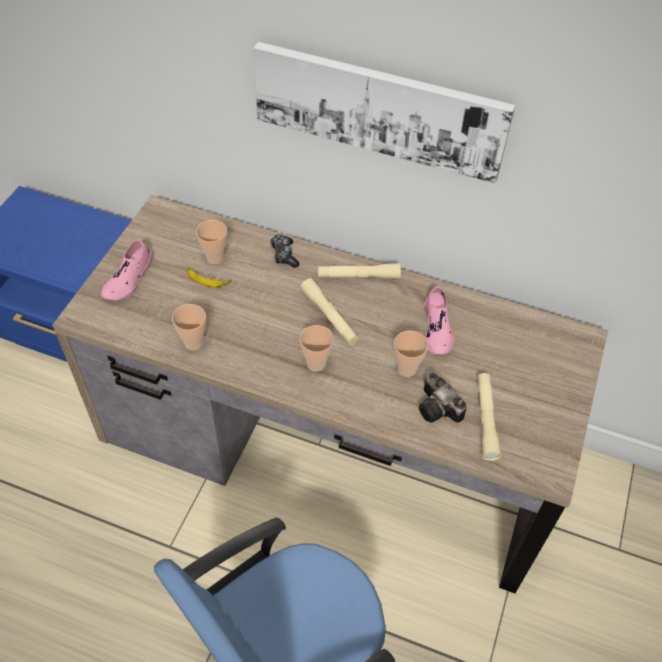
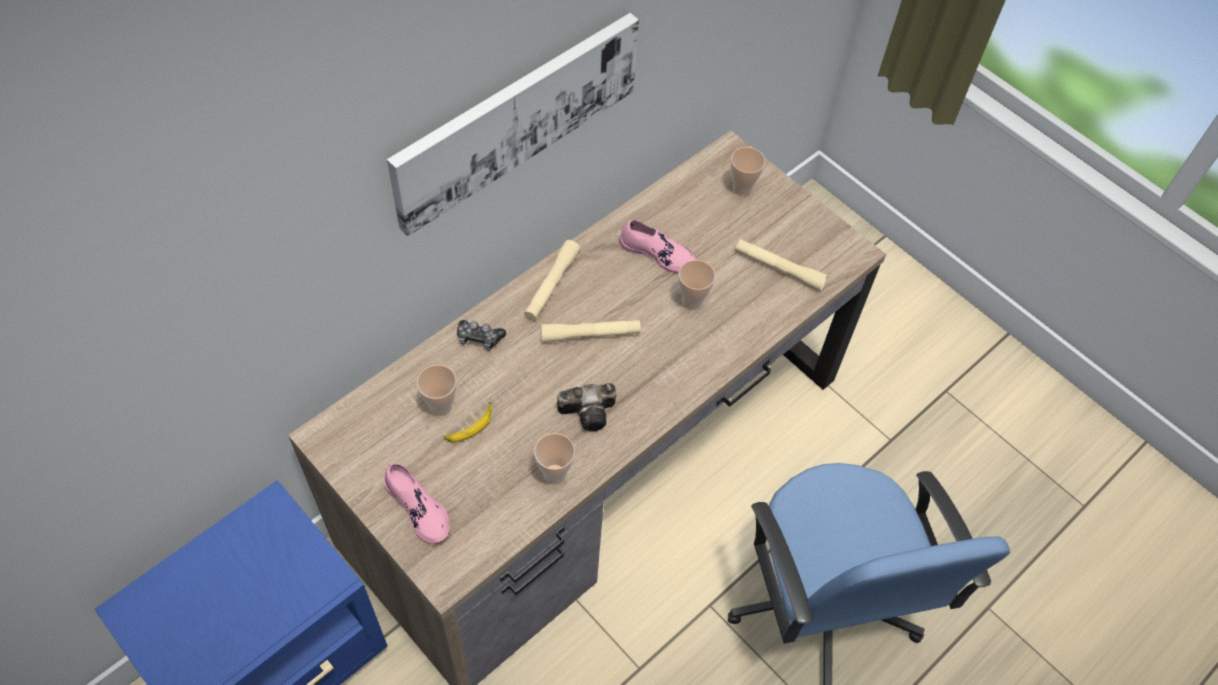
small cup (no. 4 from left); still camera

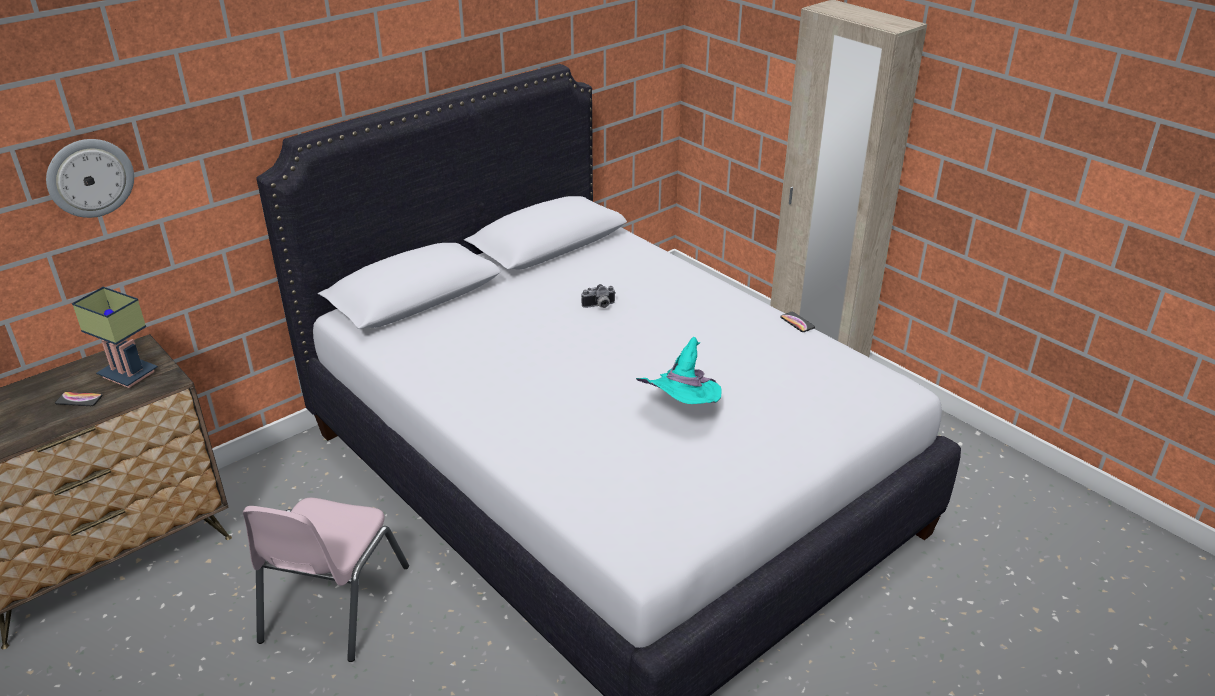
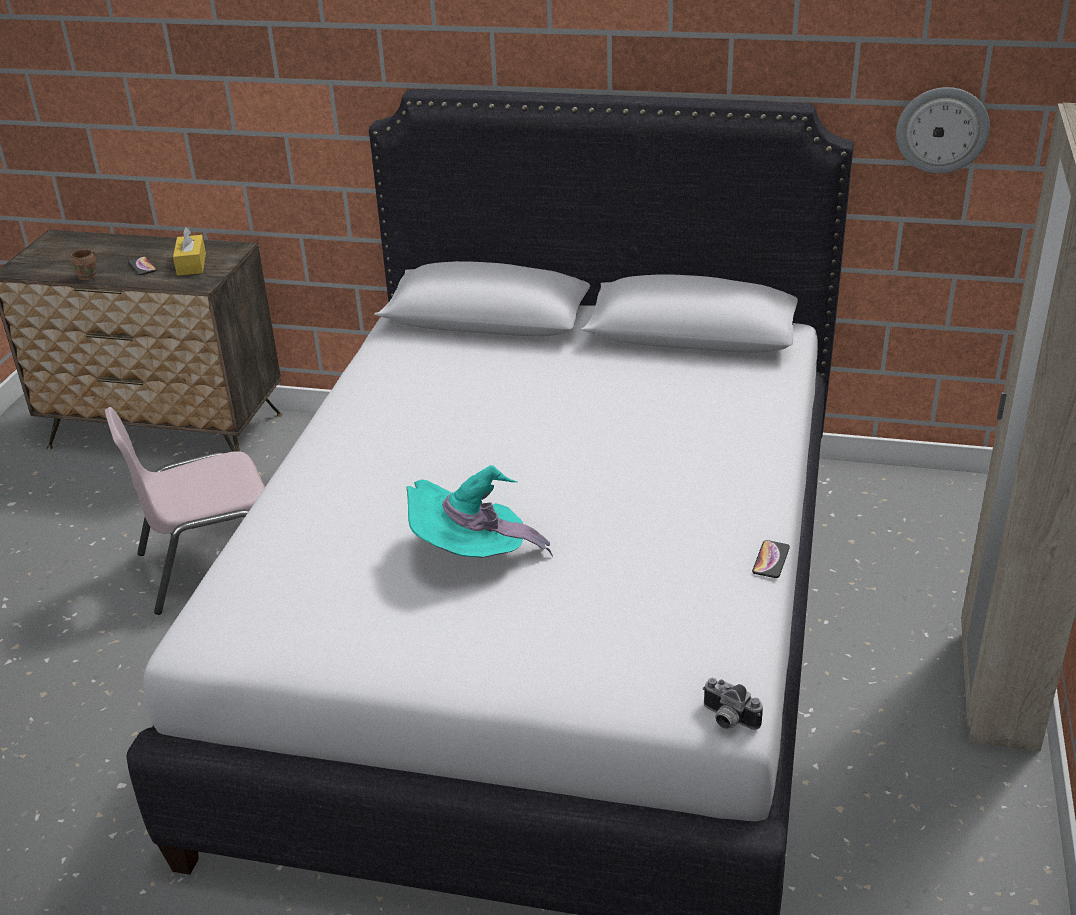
wall clock; tissue holder/yellow-coloured; still camera; mug/brown-coloured

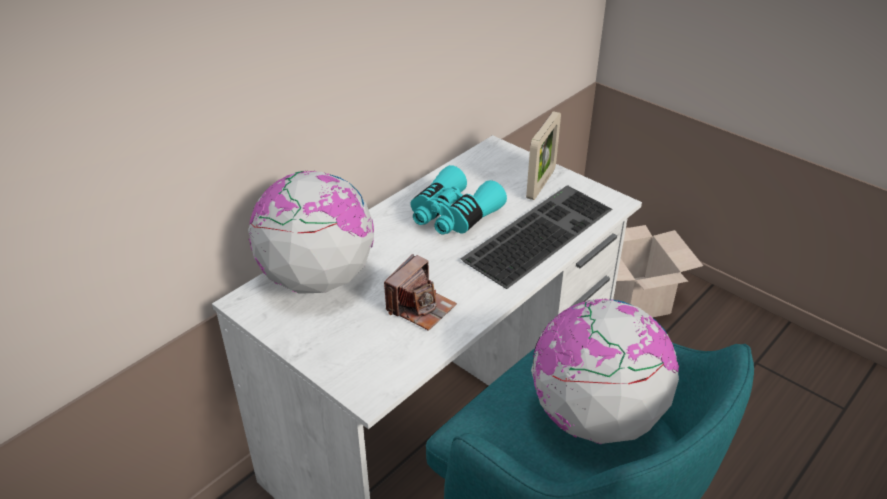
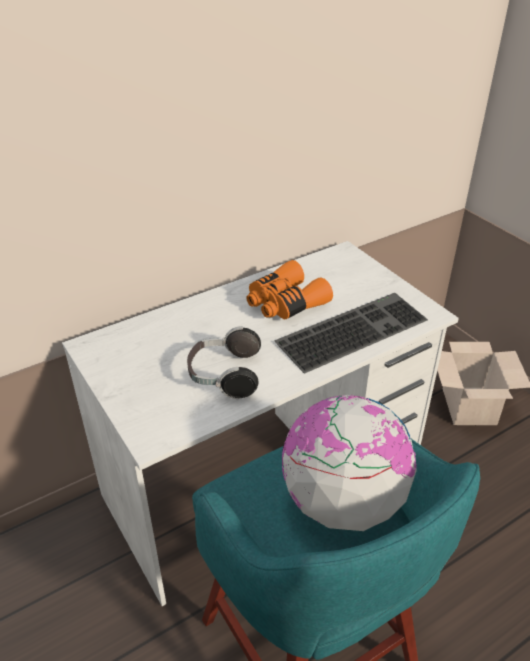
globe (no. 1 from left in the first image); headset; field glasses/orange; picture frame

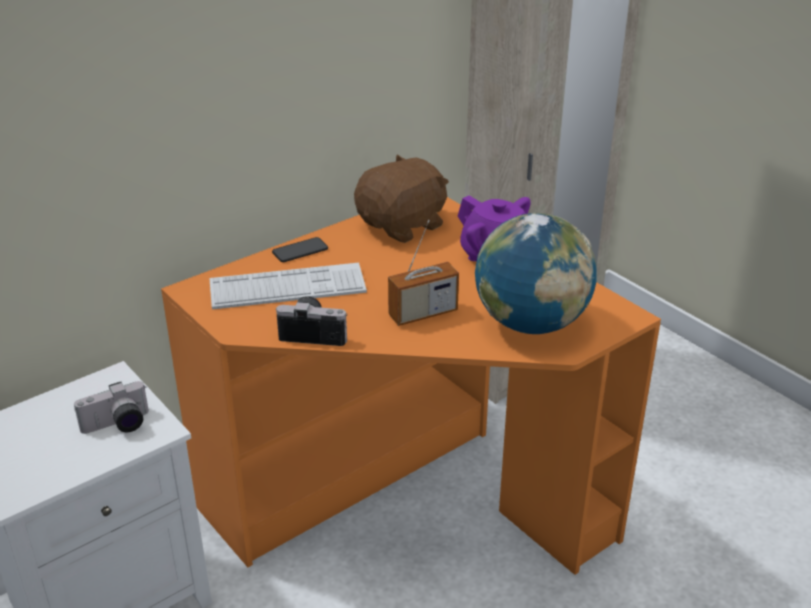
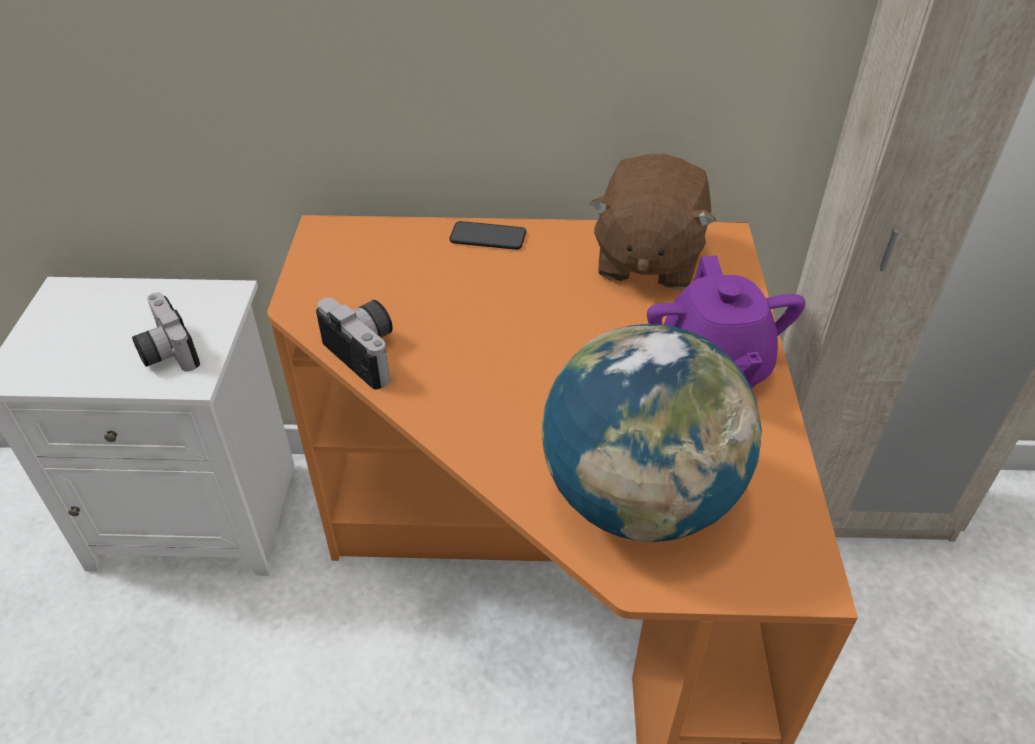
still camera (no. 1 from left); keyboard; cuddly toy/brown-coloured; radio receiver

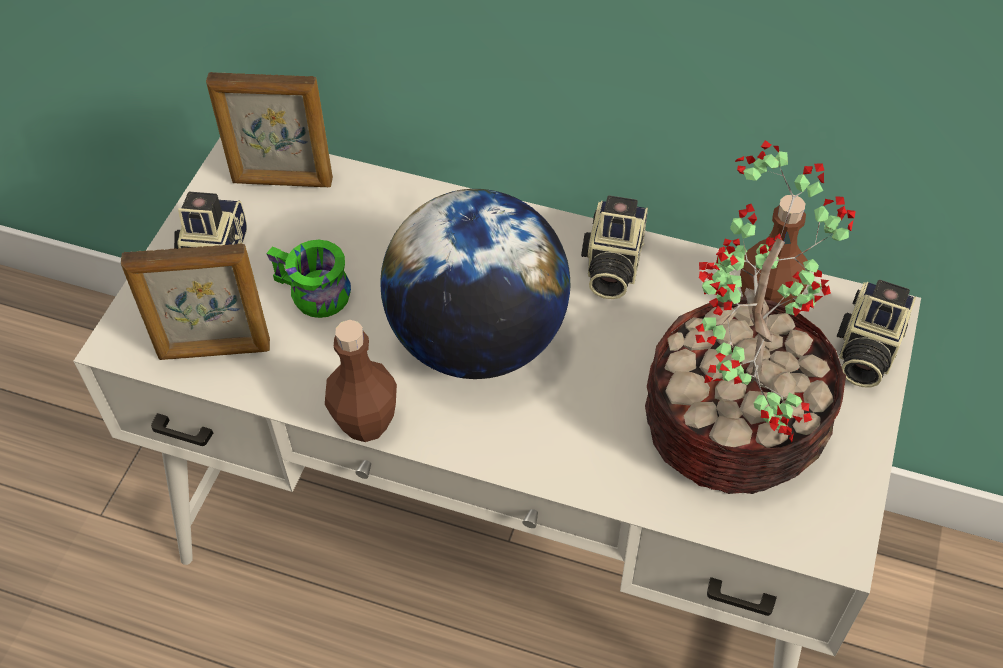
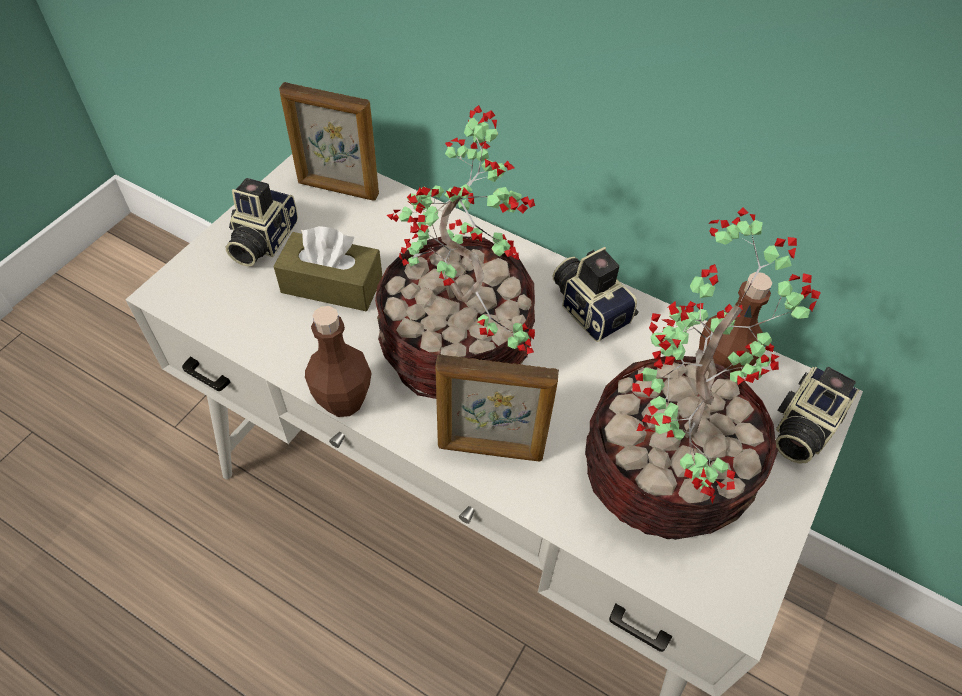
picture frame (no. 2 from left); tissue holder/brown-coloured; potted plant (no. 1 from left); still camera (no. 2 from left)

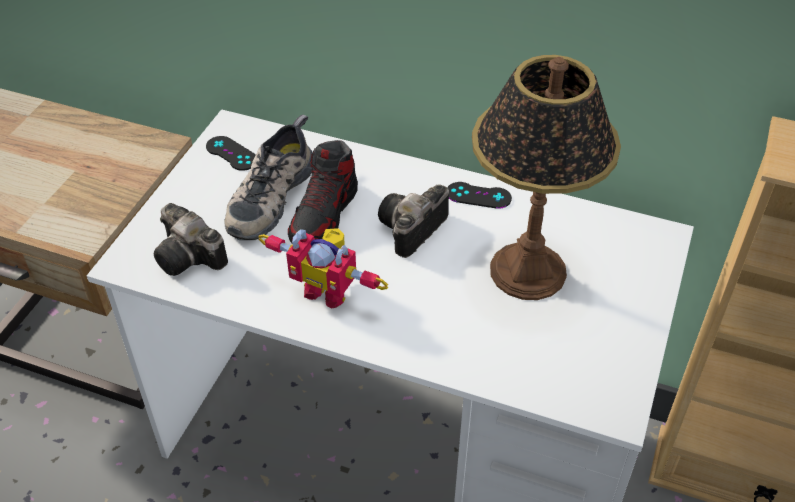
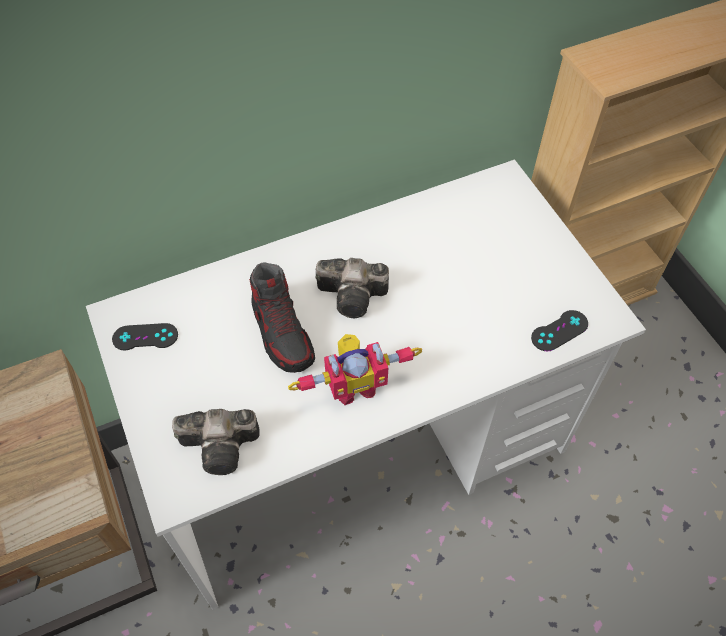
low shoe (no. 1 from left in the first image); still camera (no. 2 from left); joypad/black-coloured (no. 2 from left); table lamp

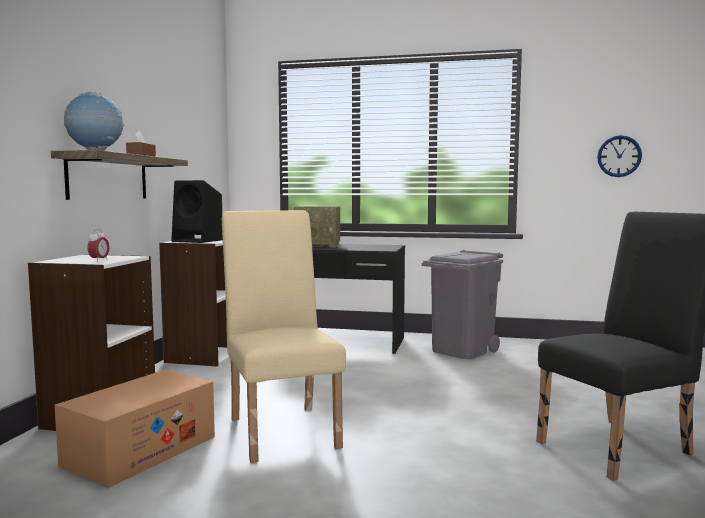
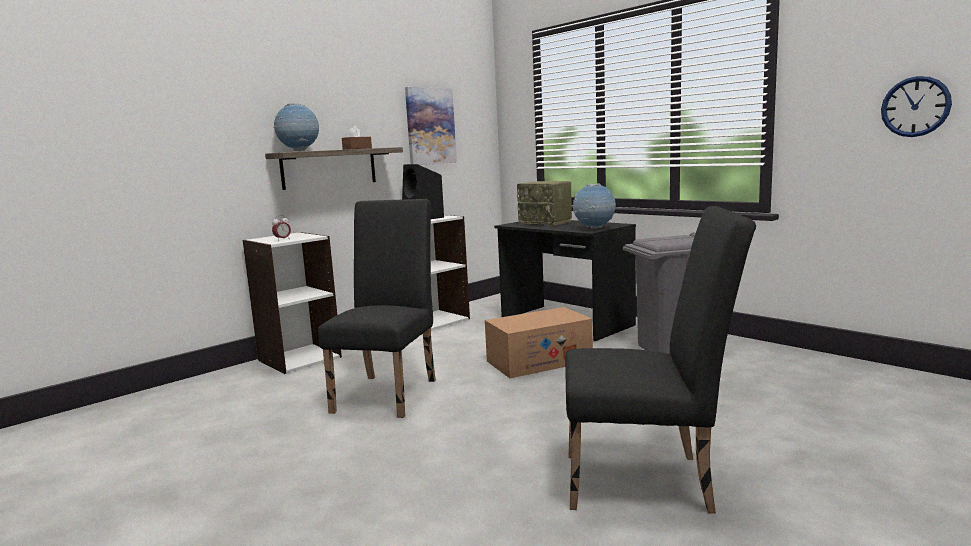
carton; chair/black-coloured (no. 1 from left); wall picture; globe (no. 2 from left)

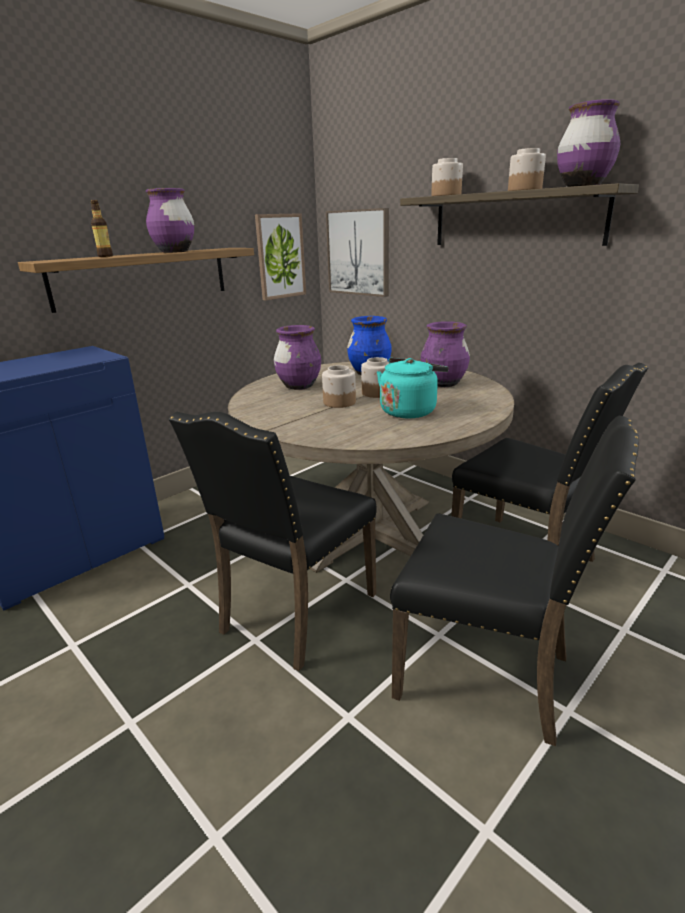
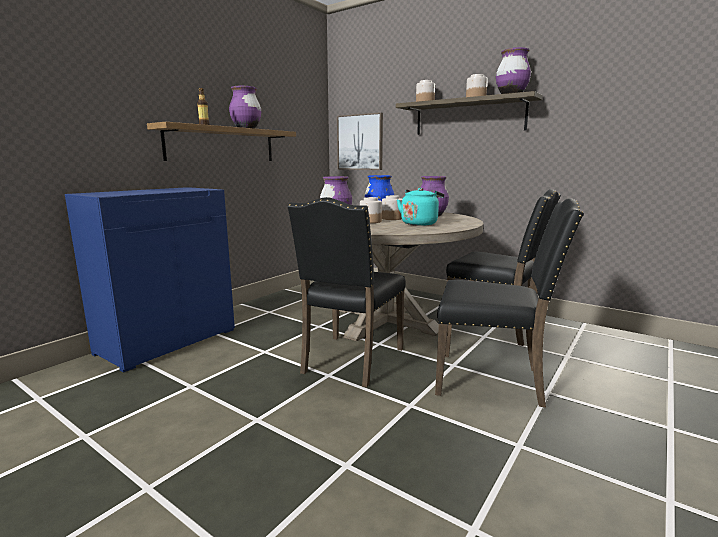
wall picture (no. 1 from left in the first image)

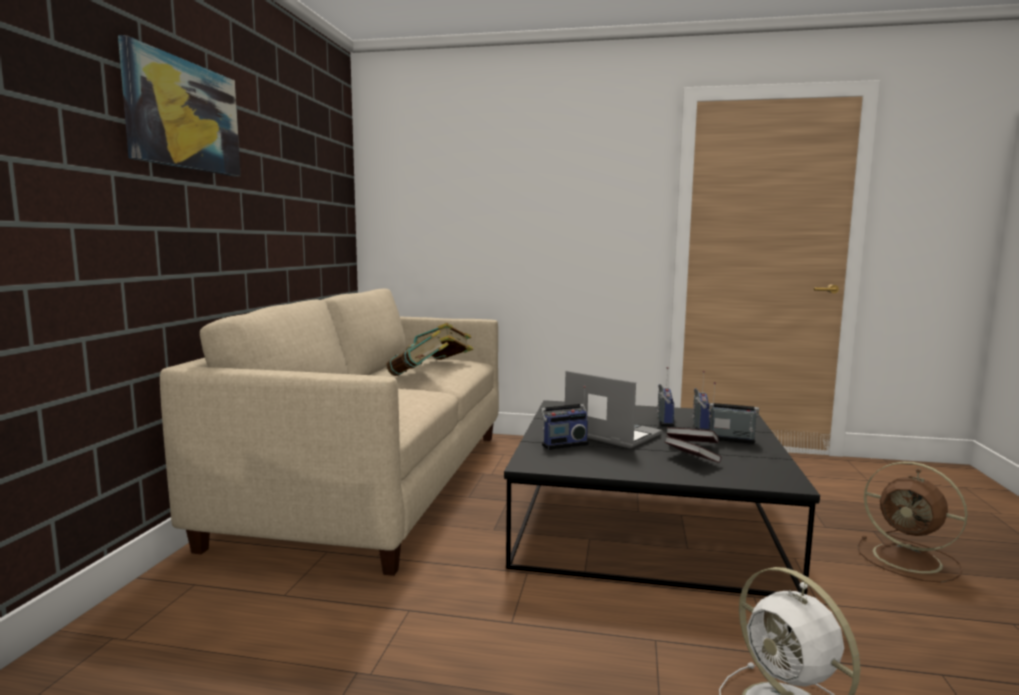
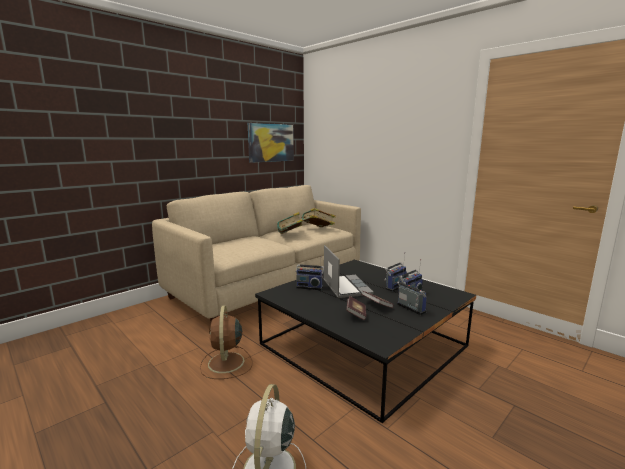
wall picture; electric fan/brown-coloured

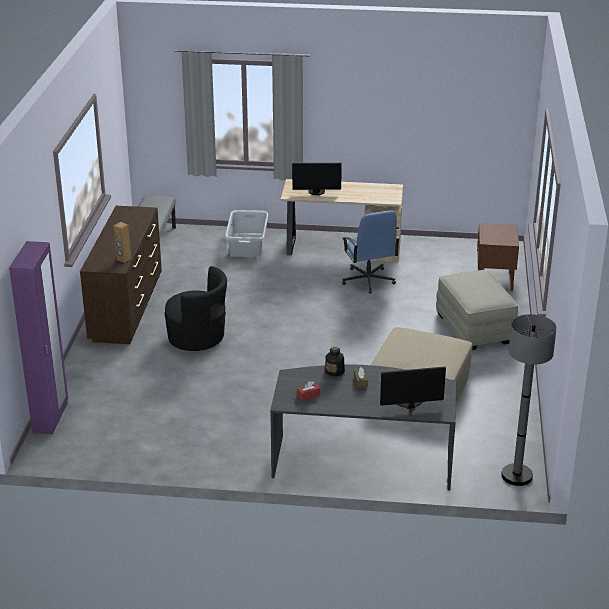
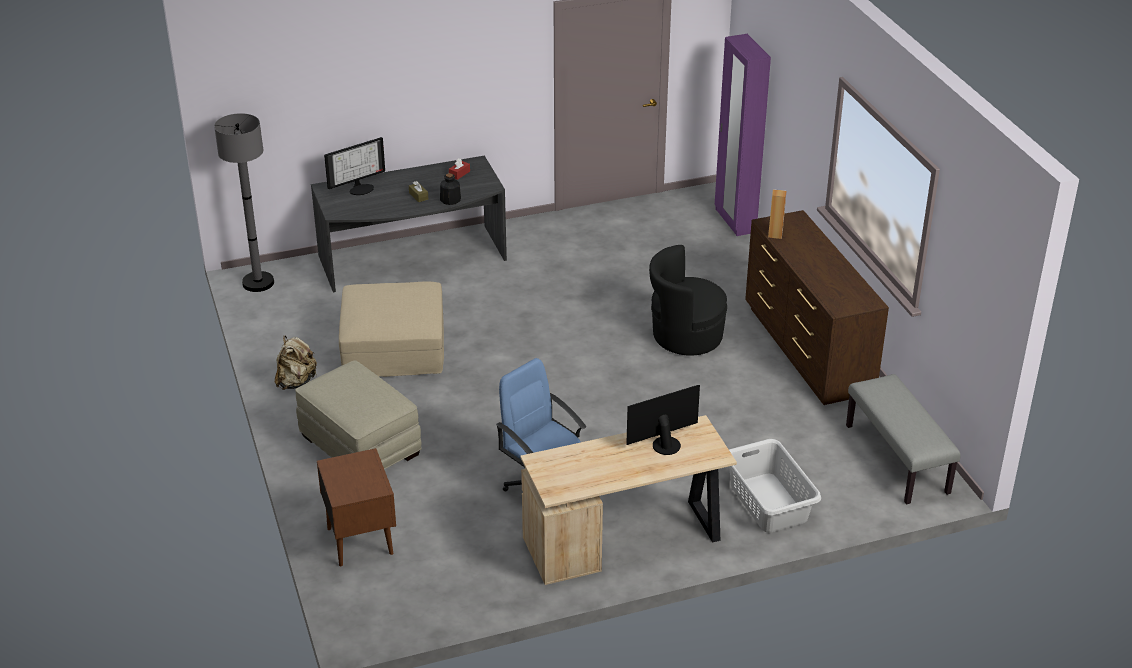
knapsack/beige-coloured

